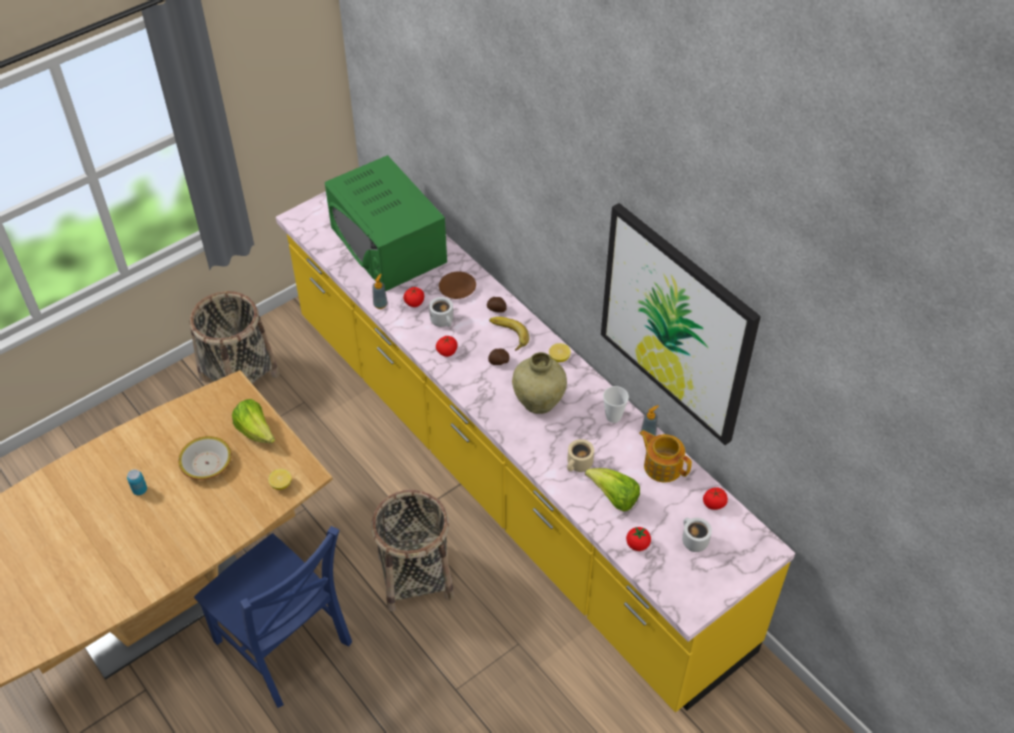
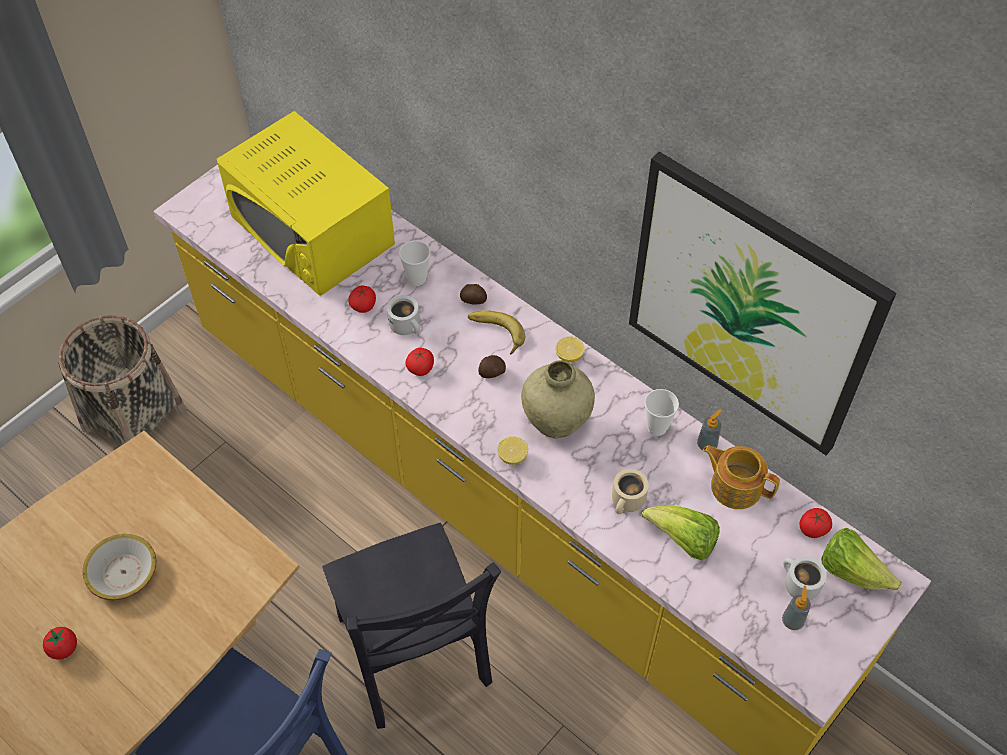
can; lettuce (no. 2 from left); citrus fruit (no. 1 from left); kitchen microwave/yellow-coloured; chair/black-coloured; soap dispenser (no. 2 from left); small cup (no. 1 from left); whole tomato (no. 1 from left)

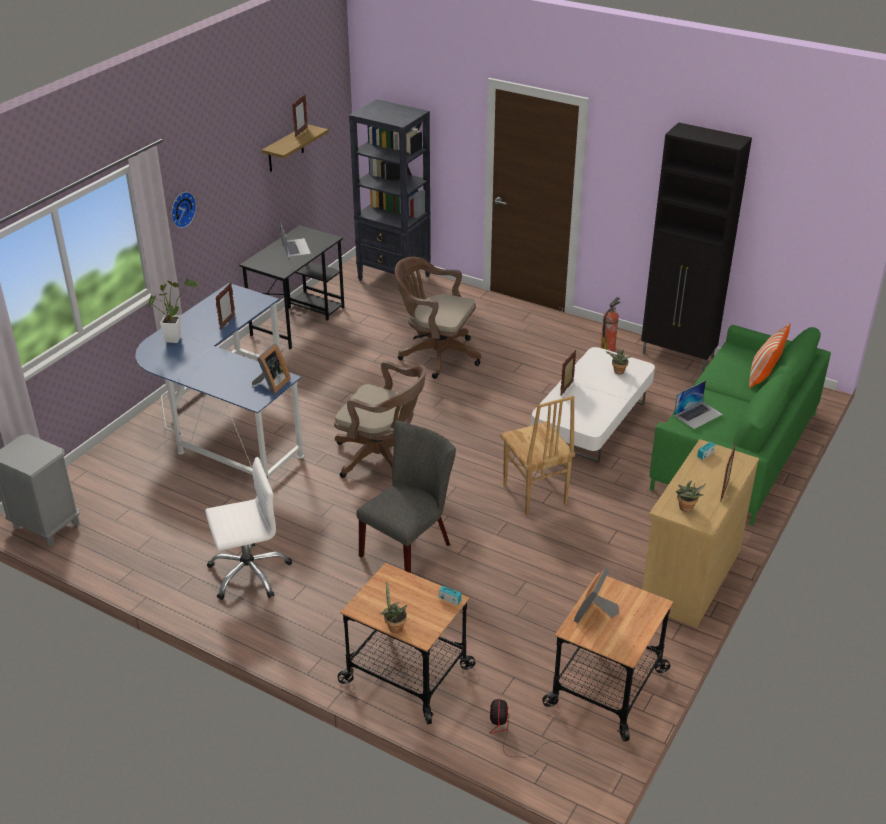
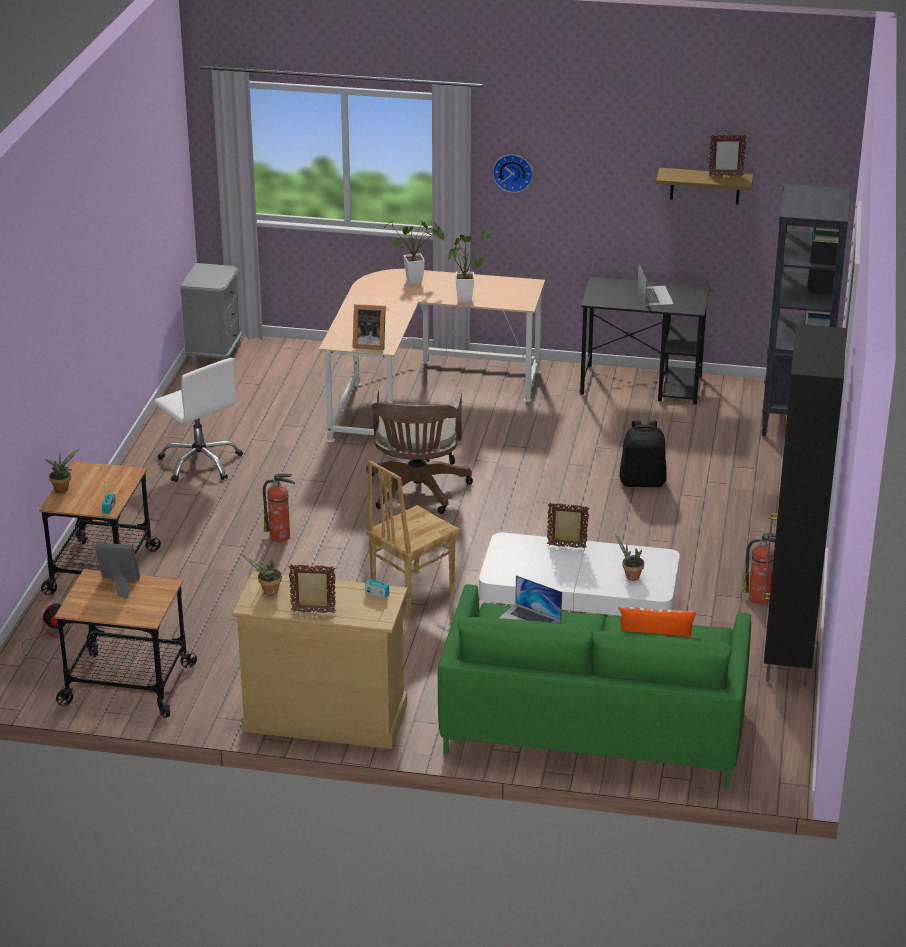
desk unit/beige-coloured; potted plant (no. 4 from left); portable computer (no. 2 from left); fire extinguisher (no. 1 from left); knapsack/black-coloured

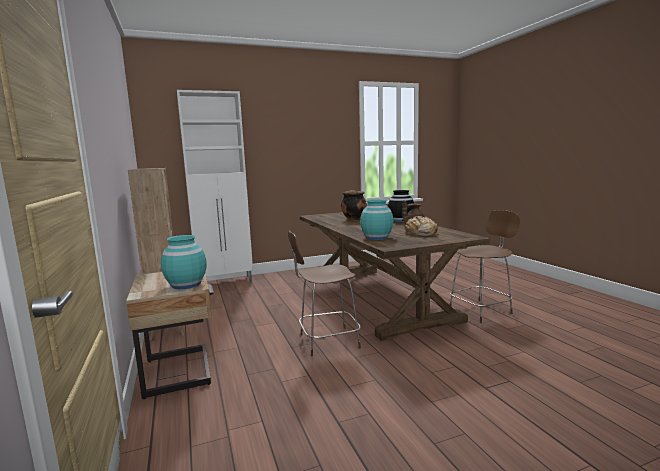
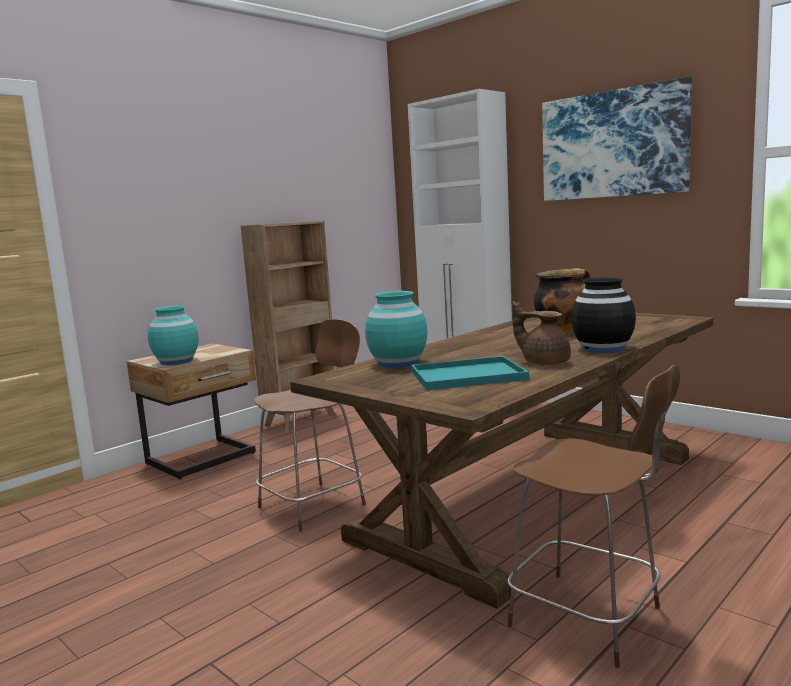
chair/brown-coloured (no. 1 from left); serving tray/turquoise-coloured; wall picture

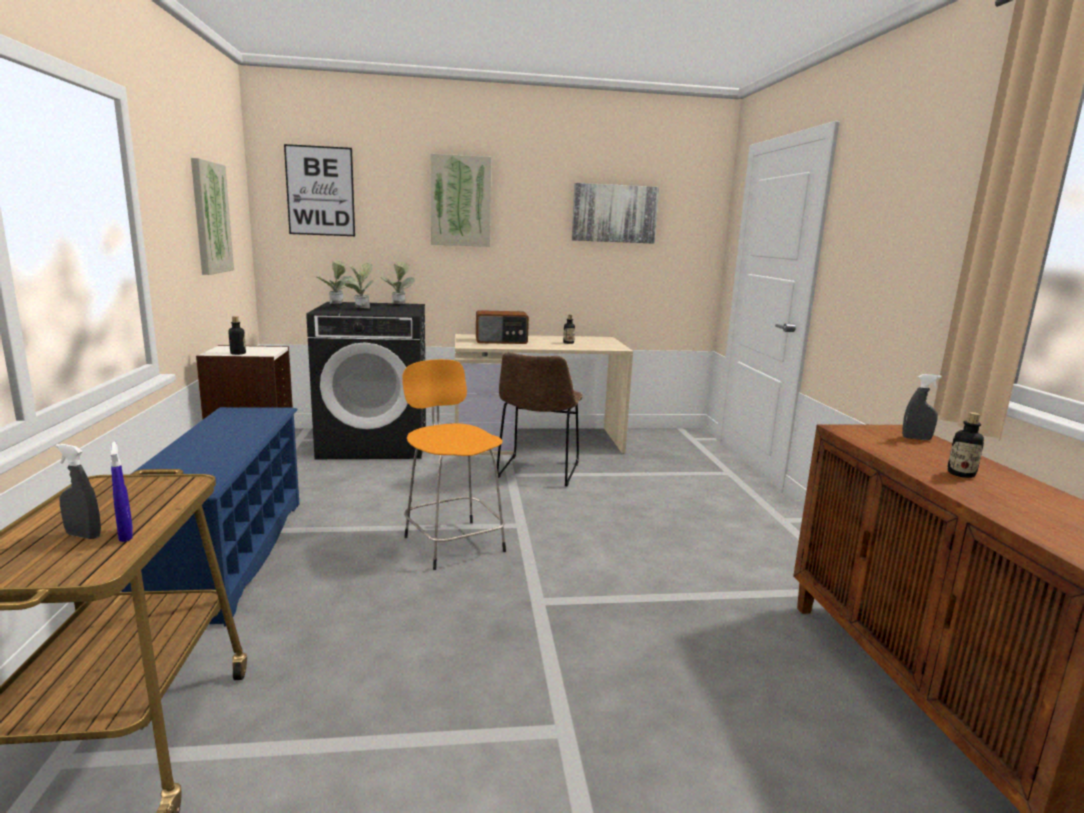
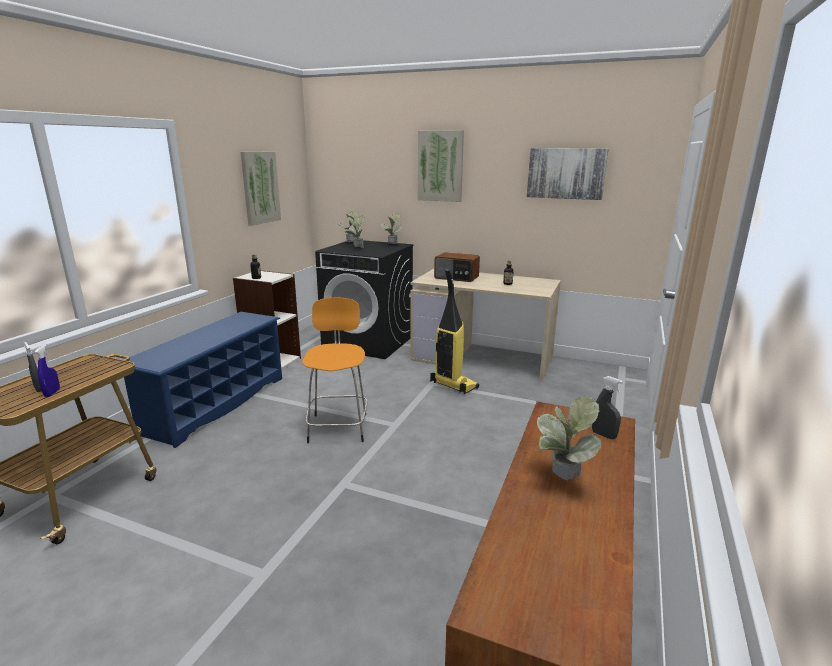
wall picture (no. 2 from left in the first image); vacuum; potted plant (no. 4 from left)

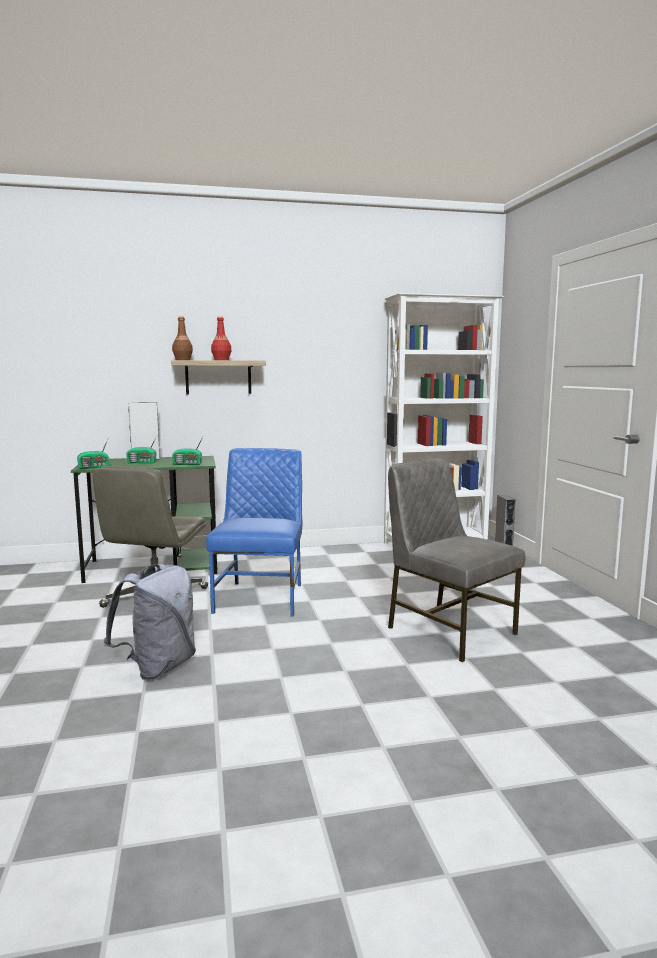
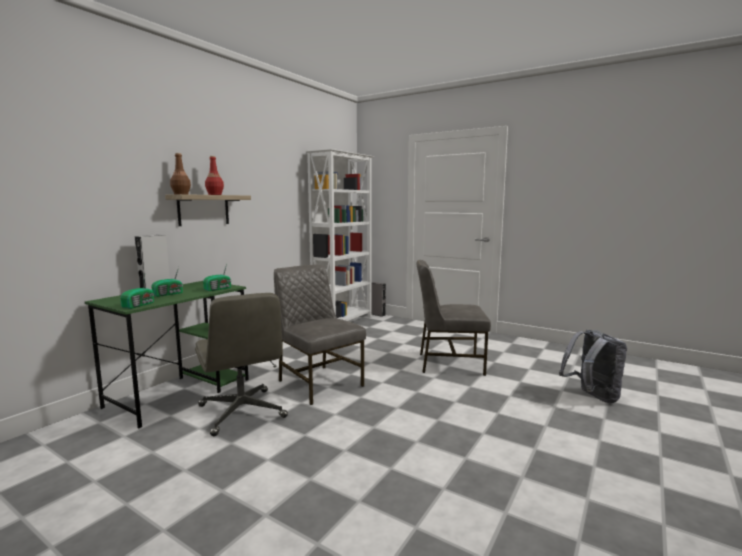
knapsack/greyish; chair/greyish (no. 1 from left)

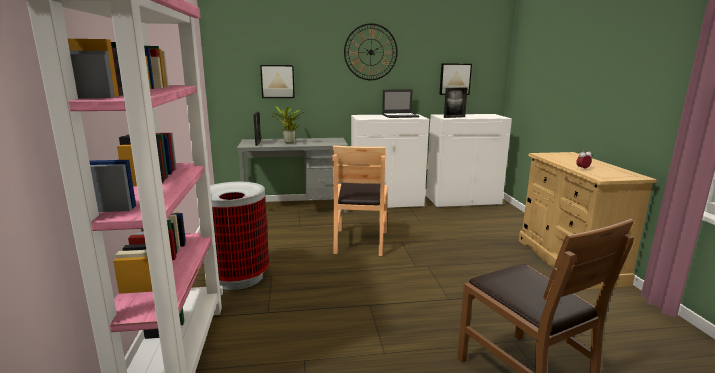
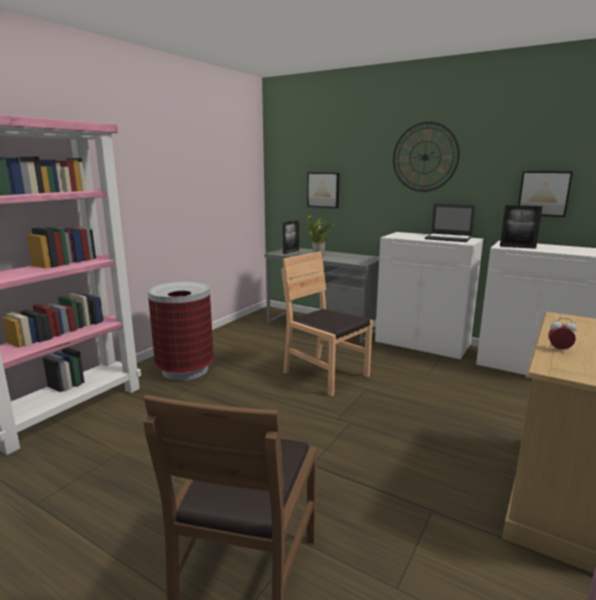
chair/brown-coloured (no. 2 from left)

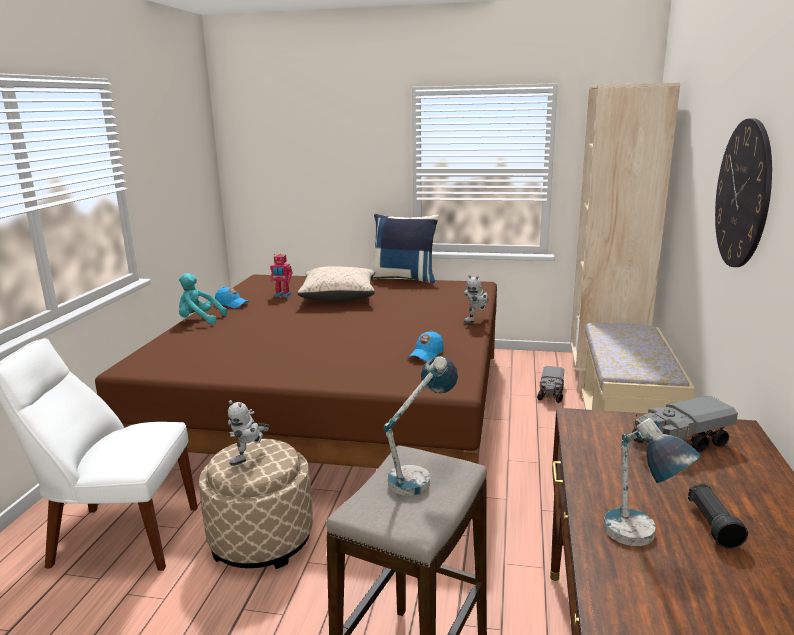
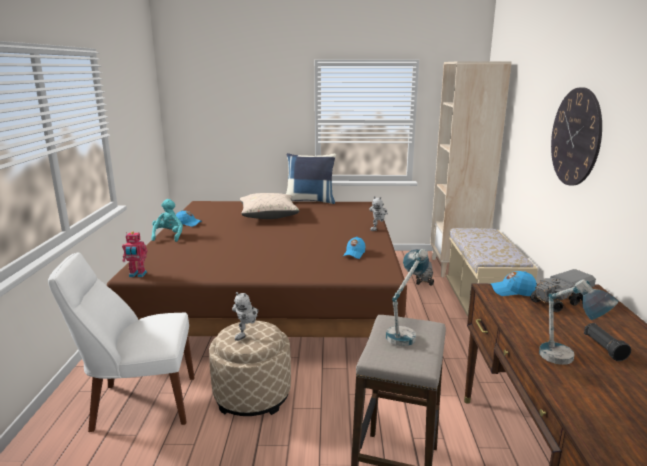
cuddly toy/turquoise-coloured; toy robot (no. 1 from left); peaked cap/blue-coloured (no. 3 from left)

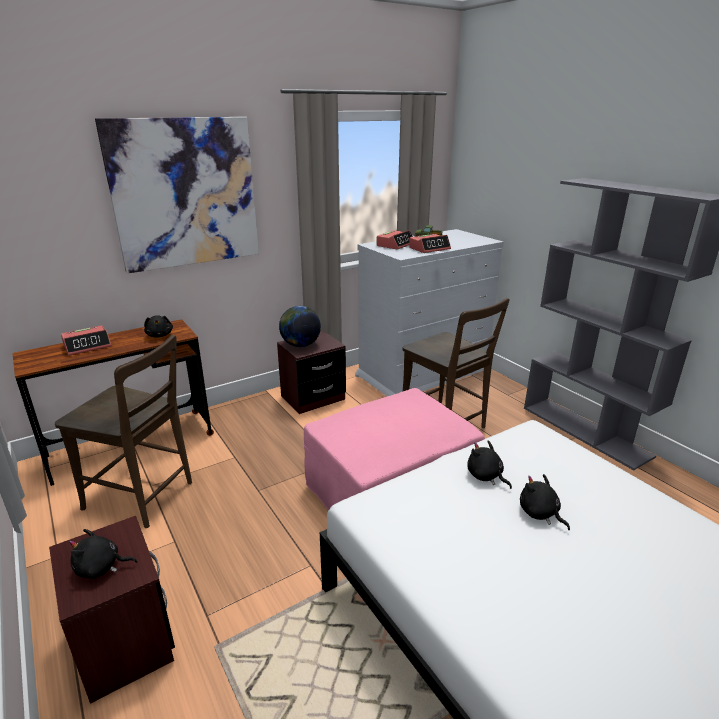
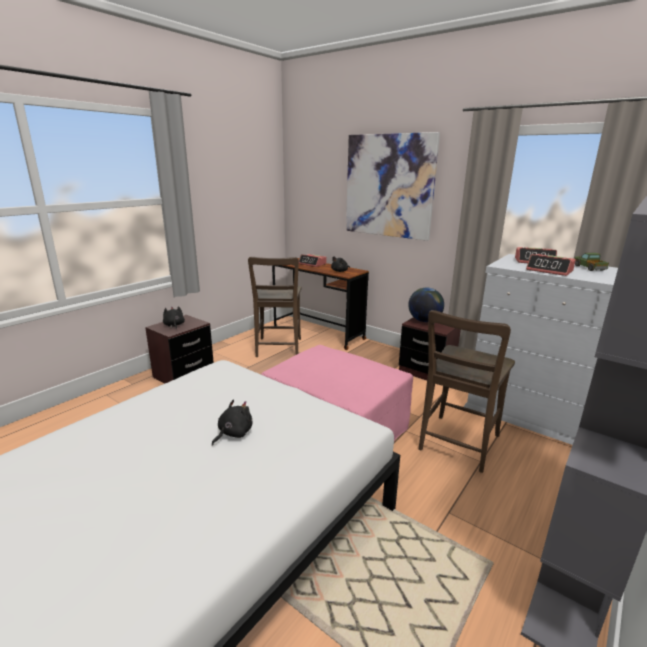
cuddly toy/black-coloured (no. 3 from left in the first image)

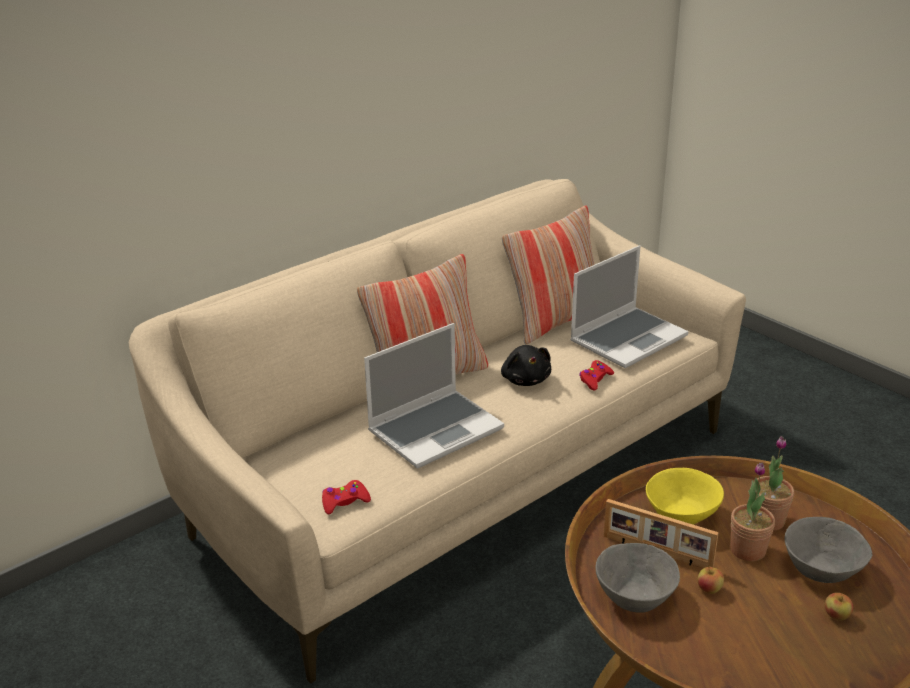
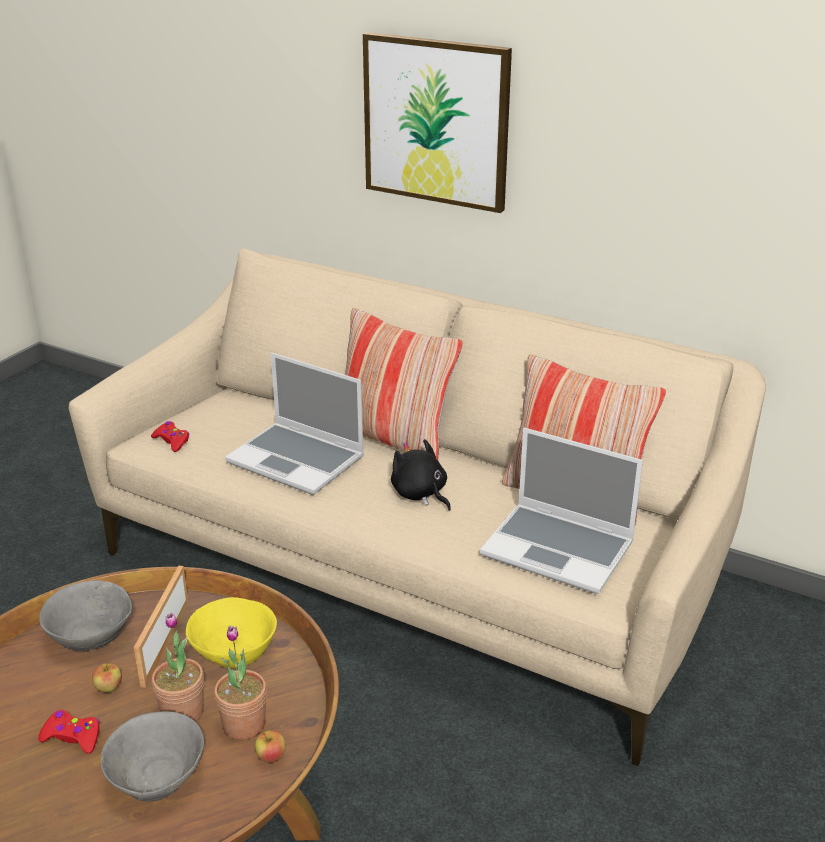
cuddly toy/black-coloured; joypad/red (no. 1 from left); apple fruit (no. 2 from left); wall picture

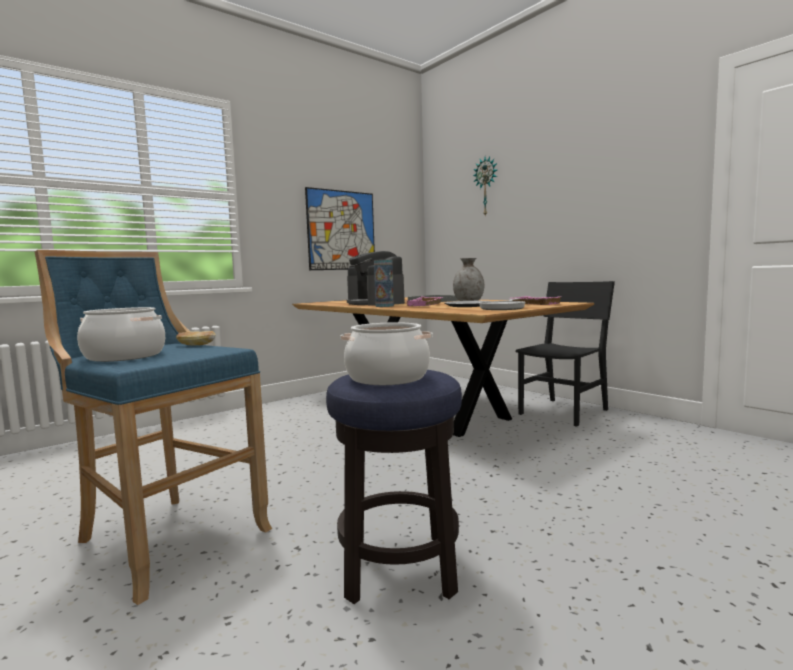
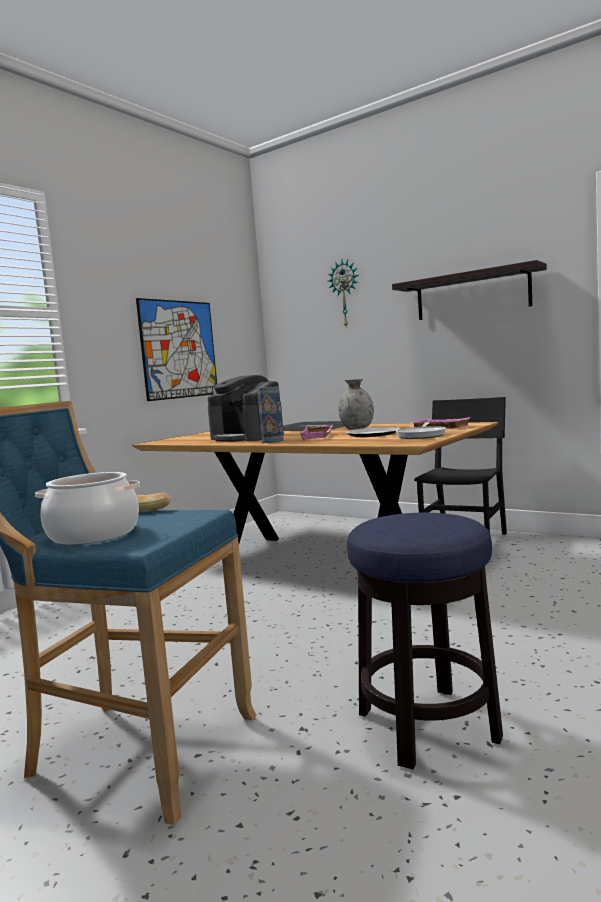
cooking pot (no. 2 from left in the first image); bracket shelf

